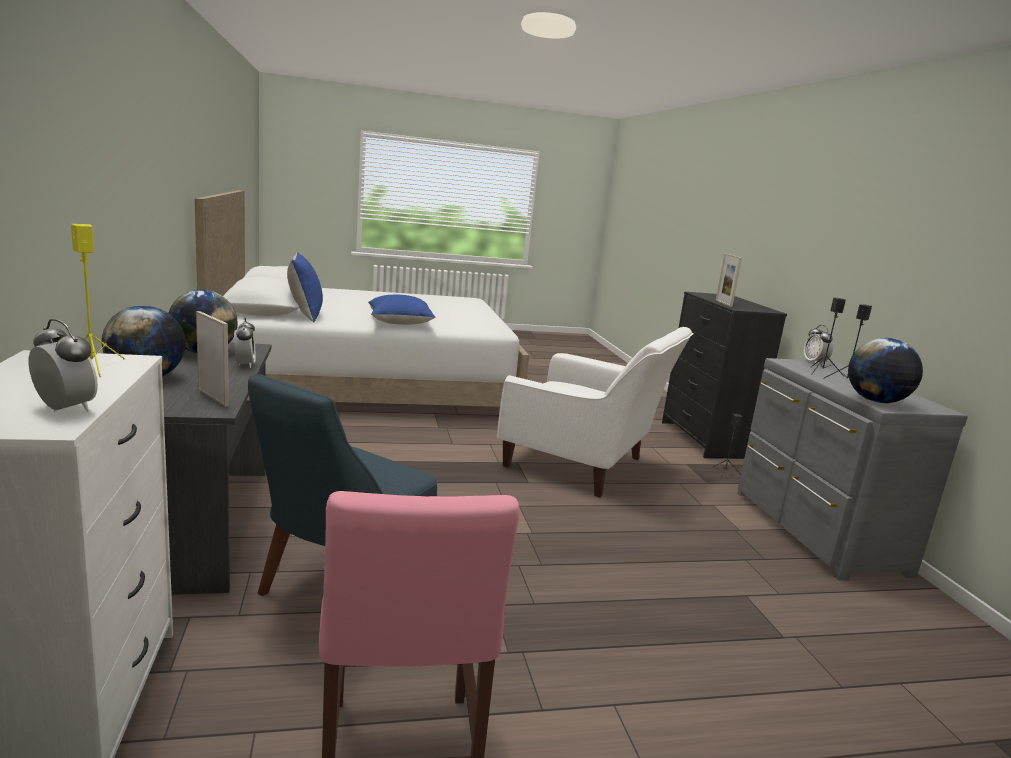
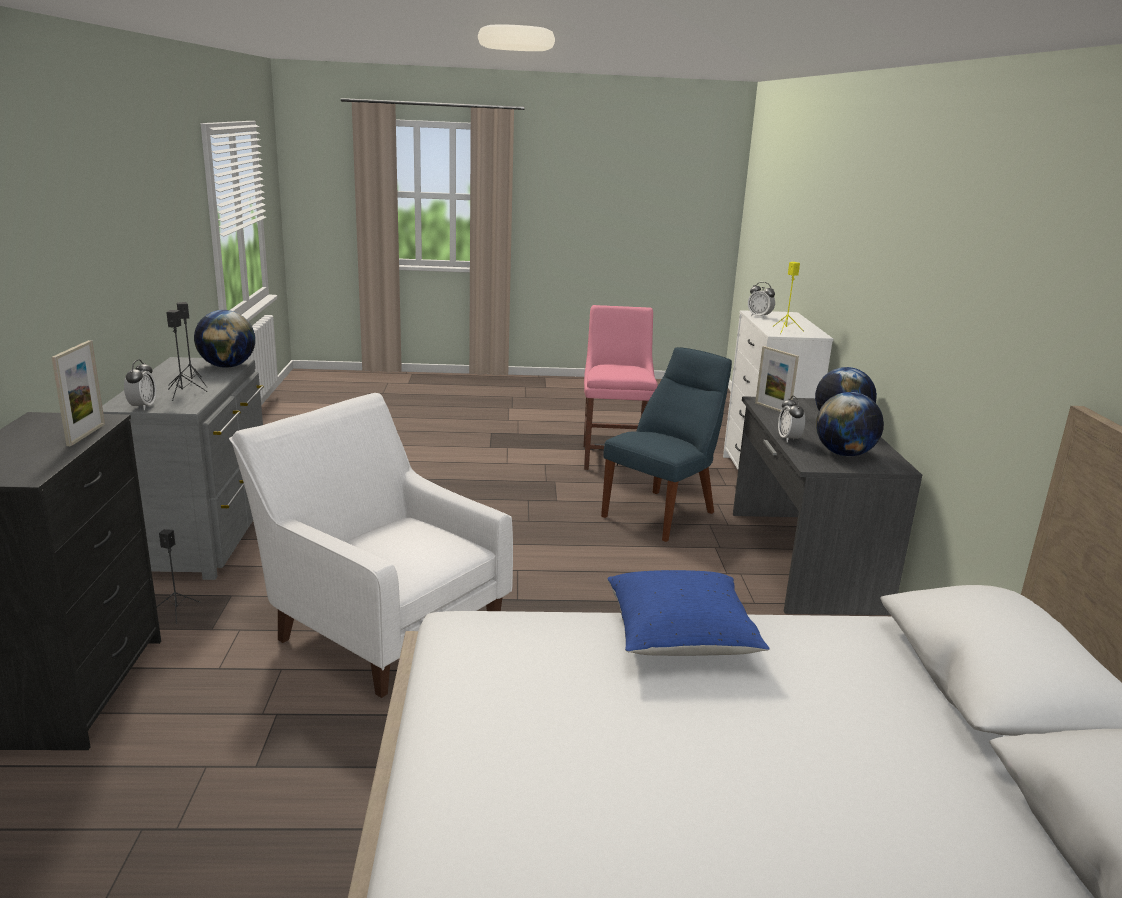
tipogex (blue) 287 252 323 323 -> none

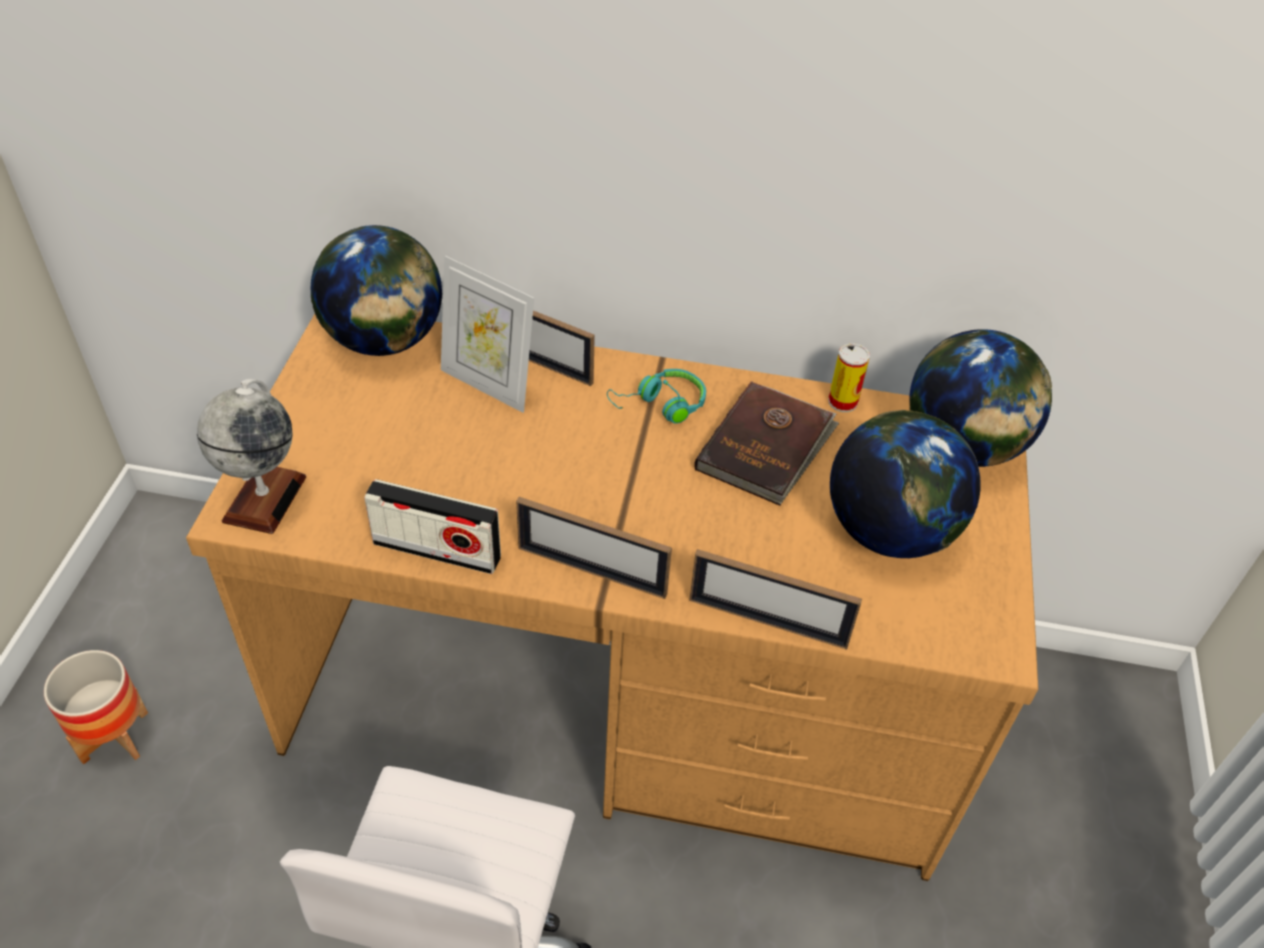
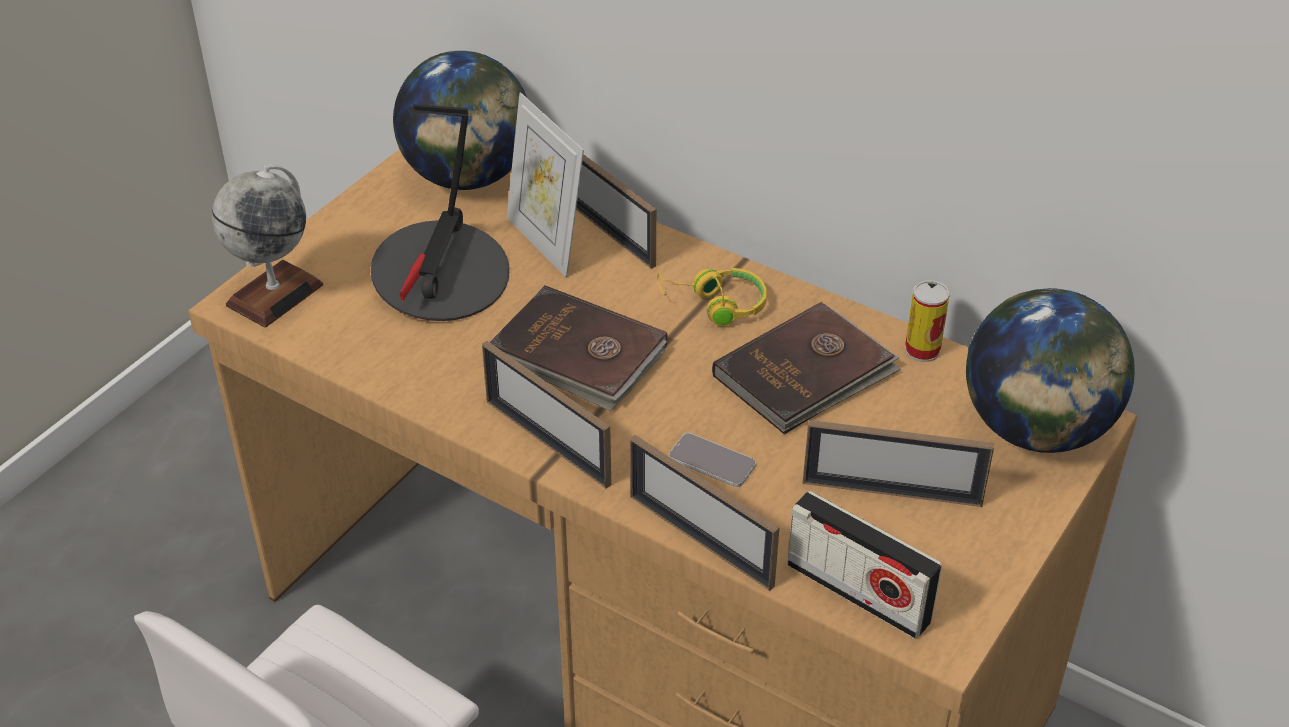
none -> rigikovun 371 104 509 321
none -> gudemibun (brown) 490 285 668 411
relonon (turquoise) 607 369 706 424 -> relonon (yellow) 657 268 767 326
none -> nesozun 669 433 756 487
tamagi 364 479 501 574 -> tamagi 787 491 942 639, moved
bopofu 830 410 981 558 -> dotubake 803 420 994 507
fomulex 44 650 148 764 -> none

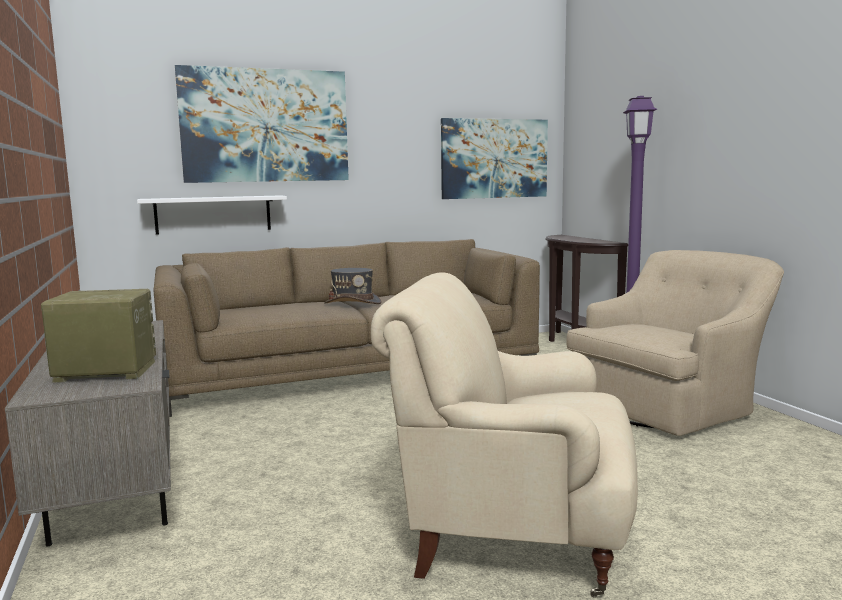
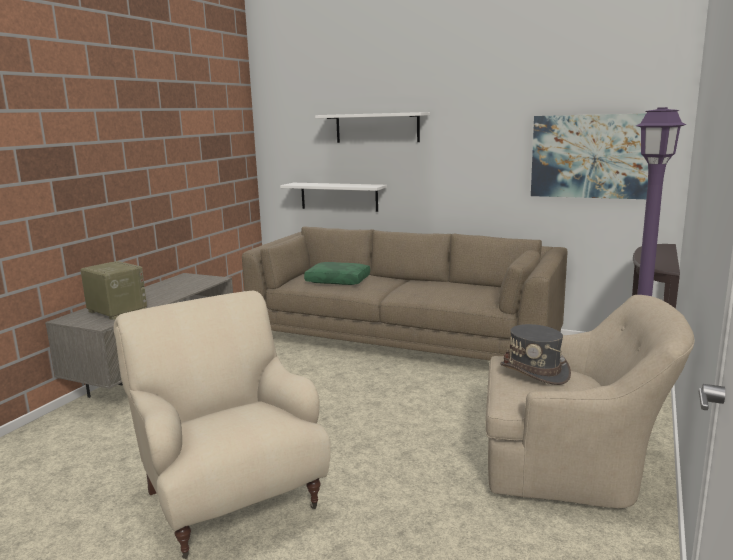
none -> tipogex (green) 304 262 370 285
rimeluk 175 65 349 183 -> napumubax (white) 315 112 430 143
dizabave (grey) 324 268 382 304 -> dizabave (grey) 500 324 571 385, moved

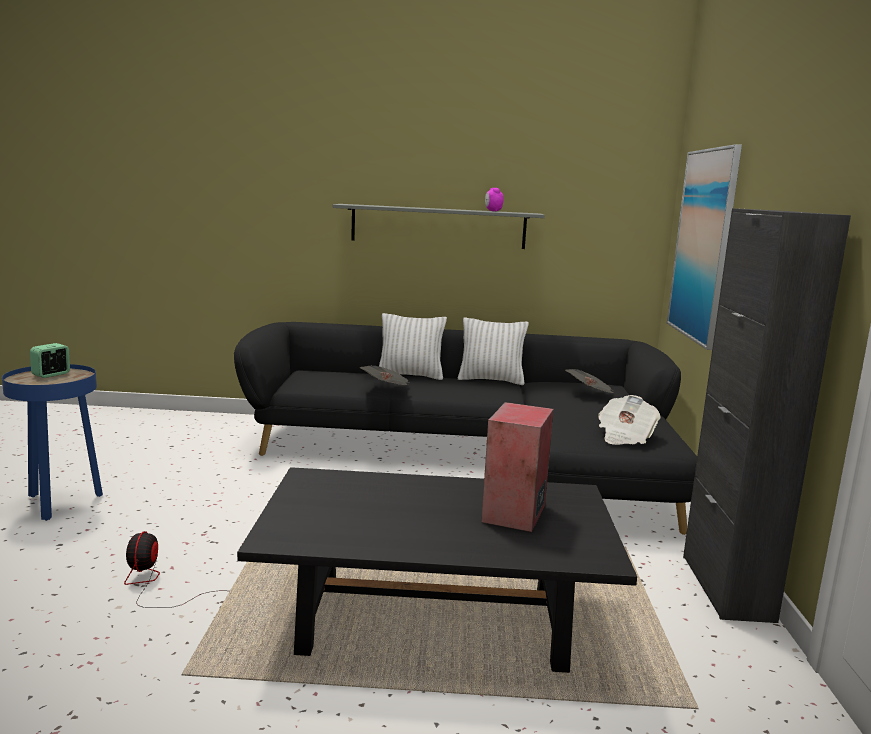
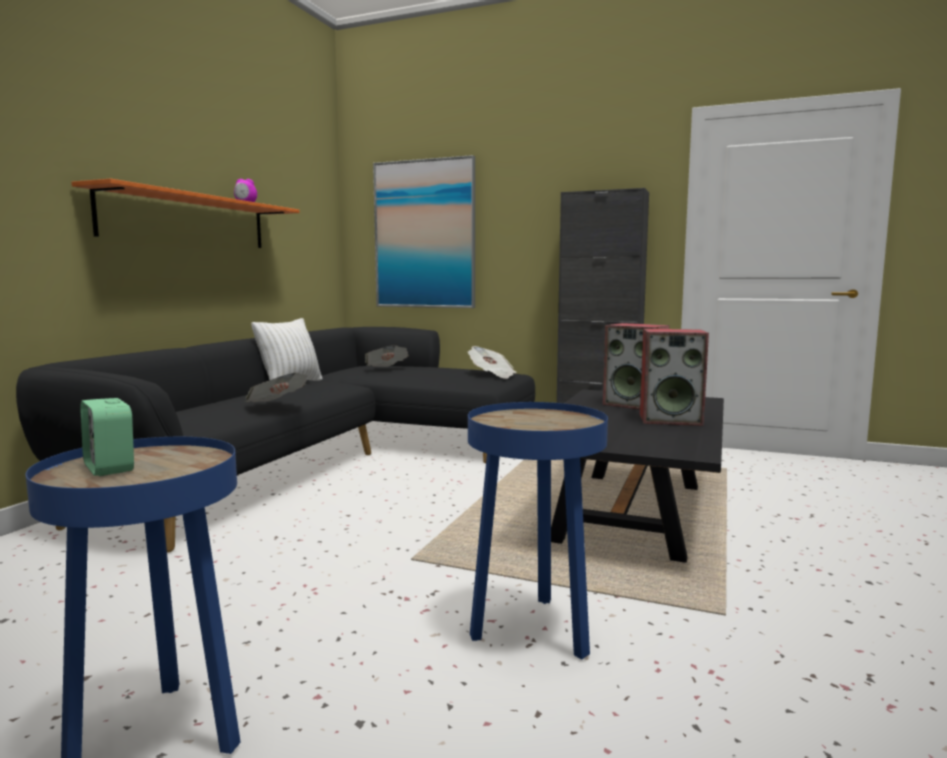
napumubax (grey) 333 204 545 249 -> napumubax (orange) 71 178 300 248
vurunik 124 531 220 608 -> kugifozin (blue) 468 402 608 659
none -> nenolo 640 329 709 426
tipogex (white) 379 313 447 380 -> none

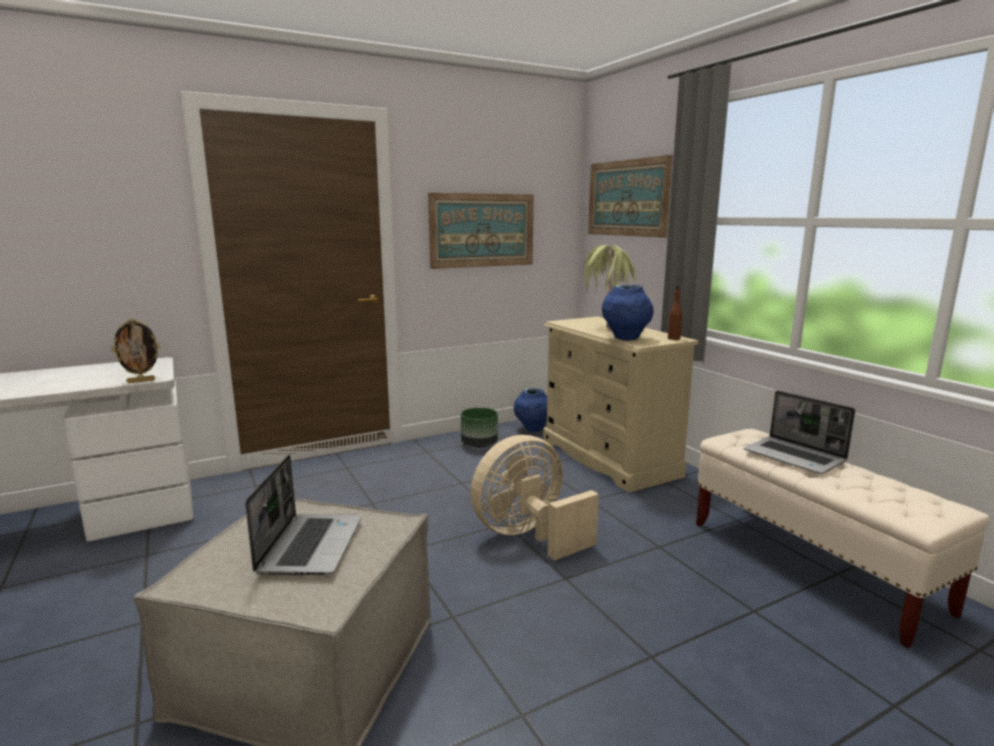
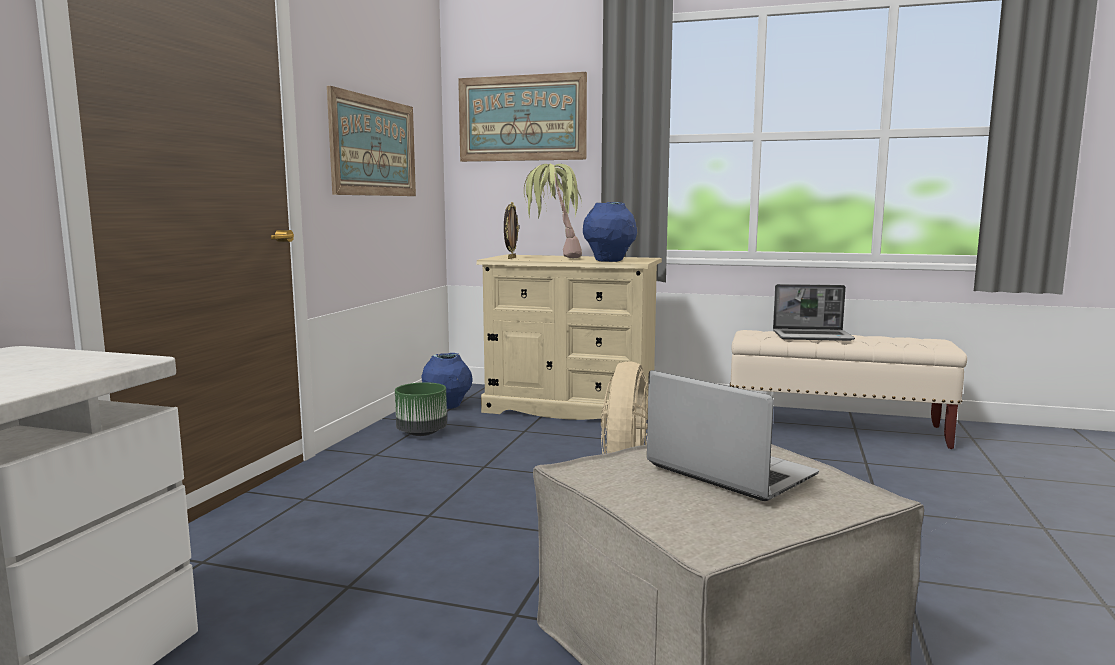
dotubake 111 318 161 383 -> dotubake 504 202 519 259, moved
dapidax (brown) 668 285 682 340 -> none

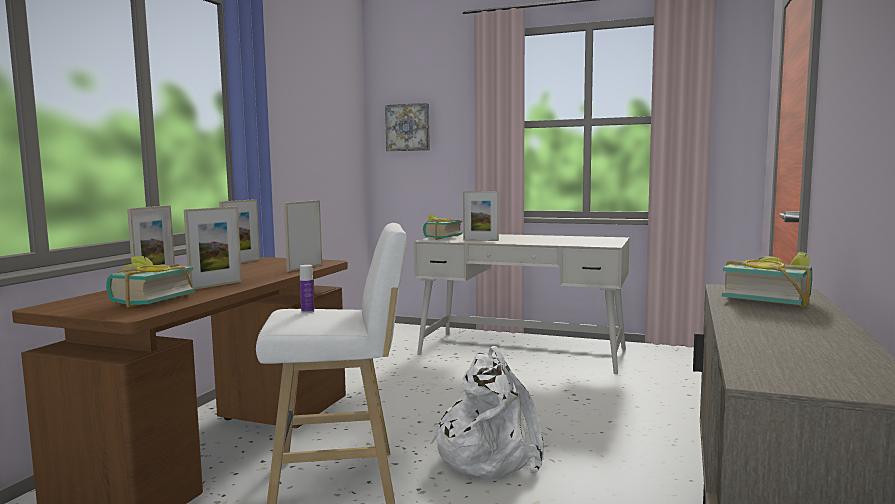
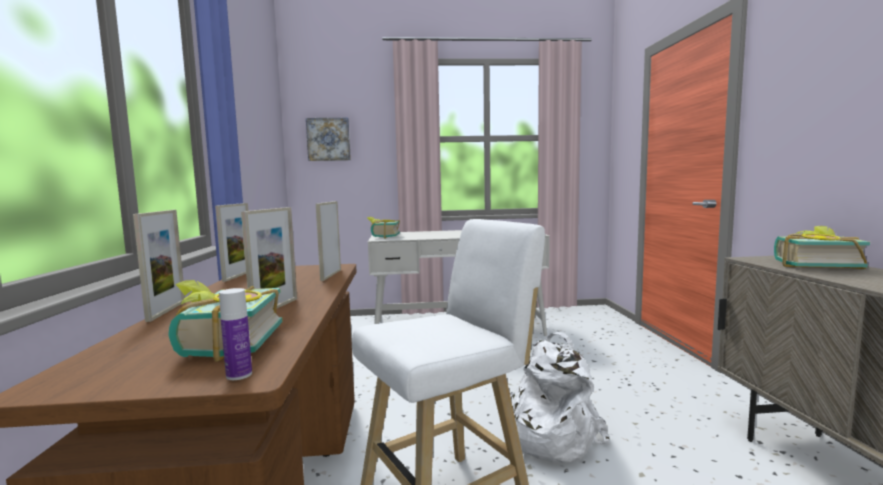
dapidax 300 265 314 313 -> dapidax 219 288 252 380, moved
dotubake 463 191 499 241 -> none

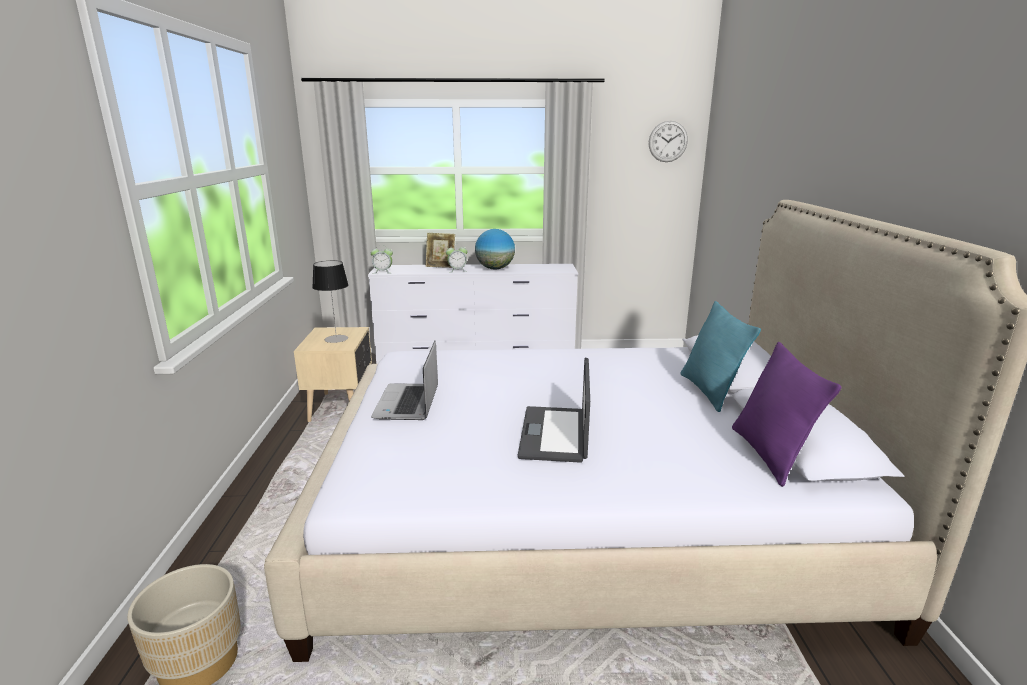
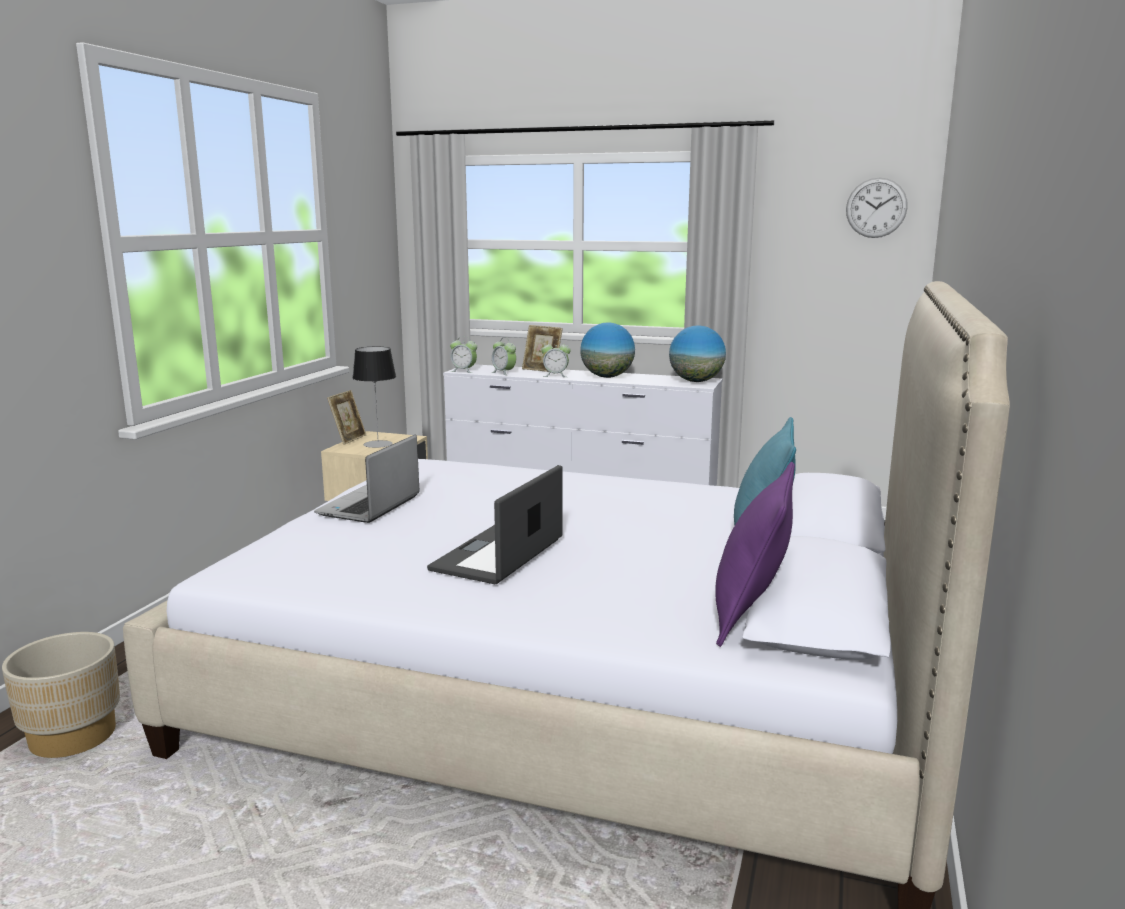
none -> dotubake 327 390 366 445
none -> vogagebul 492 338 516 375
none -> bopofu 669 325 726 382

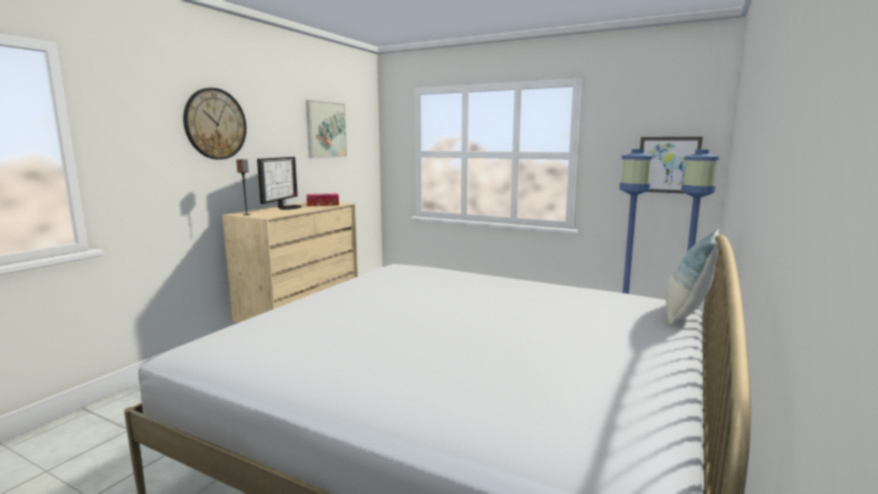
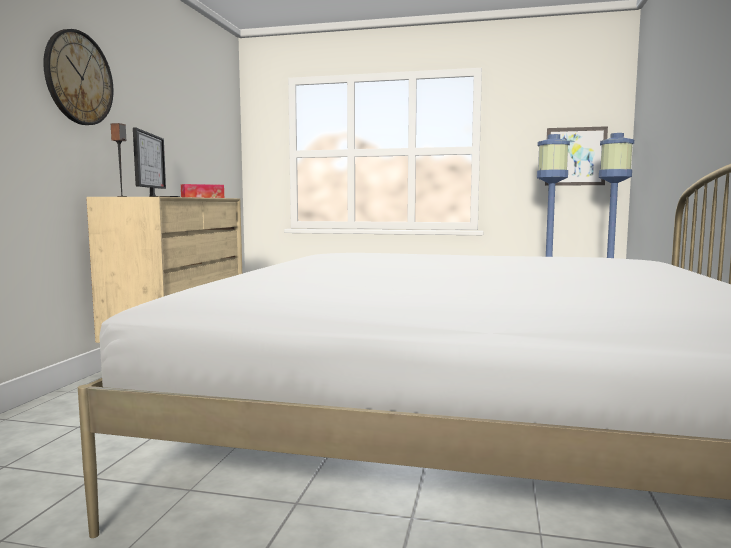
rimeluk 306 100 347 158 -> none
tipogex 666 229 719 325 -> none

